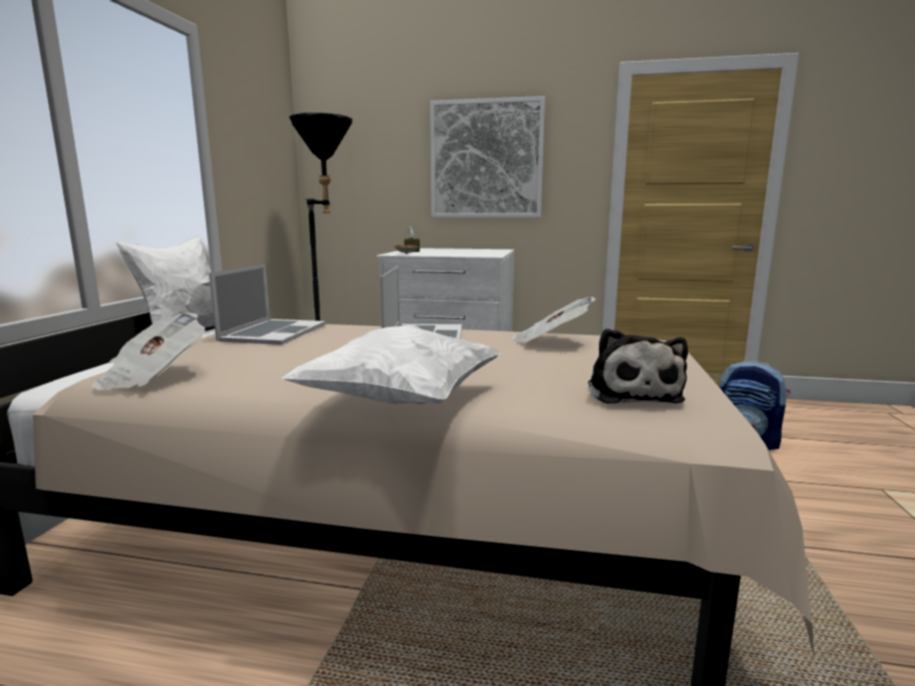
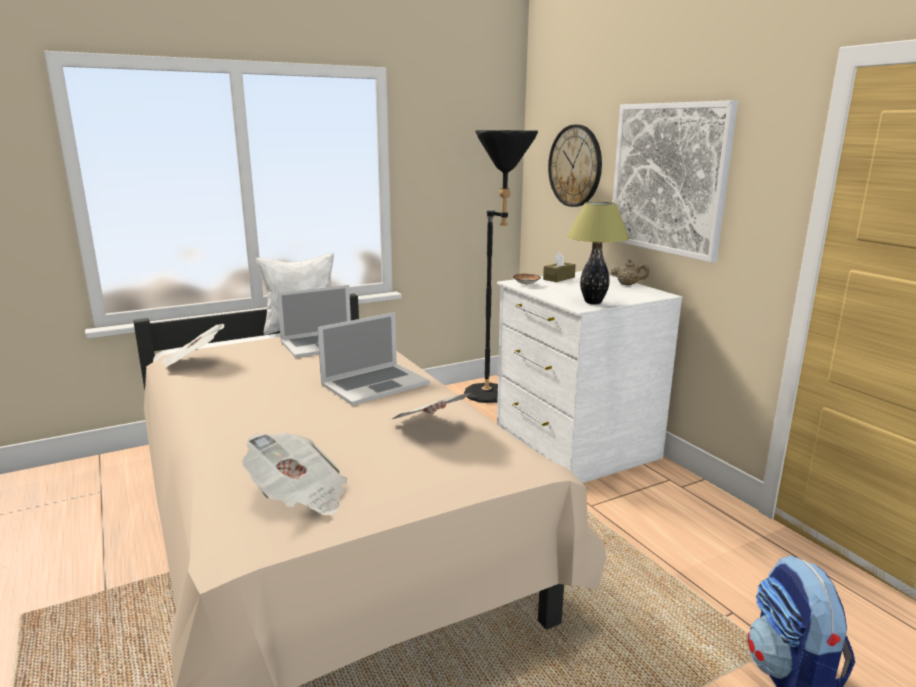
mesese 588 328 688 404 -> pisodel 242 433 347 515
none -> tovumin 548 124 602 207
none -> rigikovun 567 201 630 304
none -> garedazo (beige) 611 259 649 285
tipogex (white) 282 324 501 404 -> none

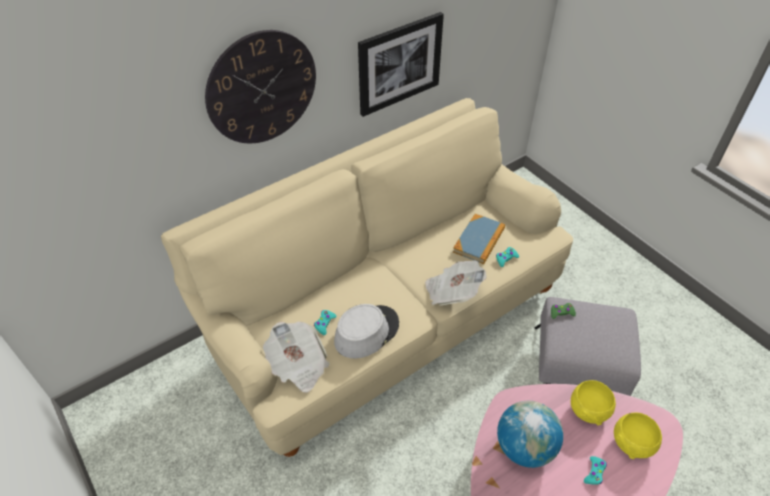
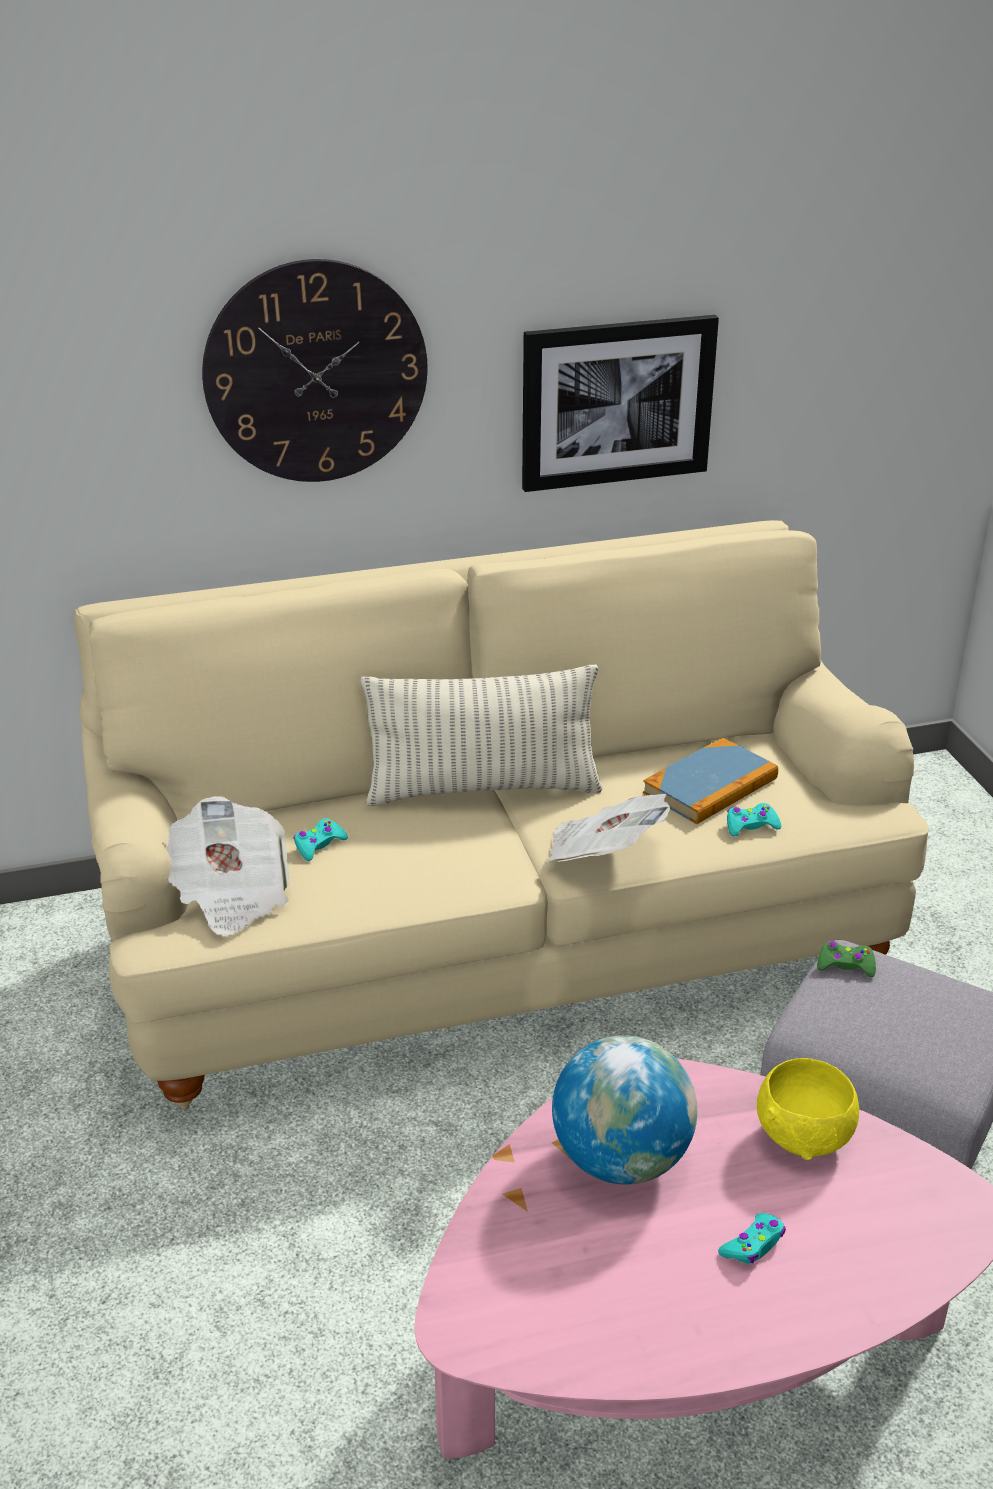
none -> tipogex 361 665 603 806
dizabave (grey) 334 304 399 358 -> none
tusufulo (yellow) 614 413 662 459 -> none

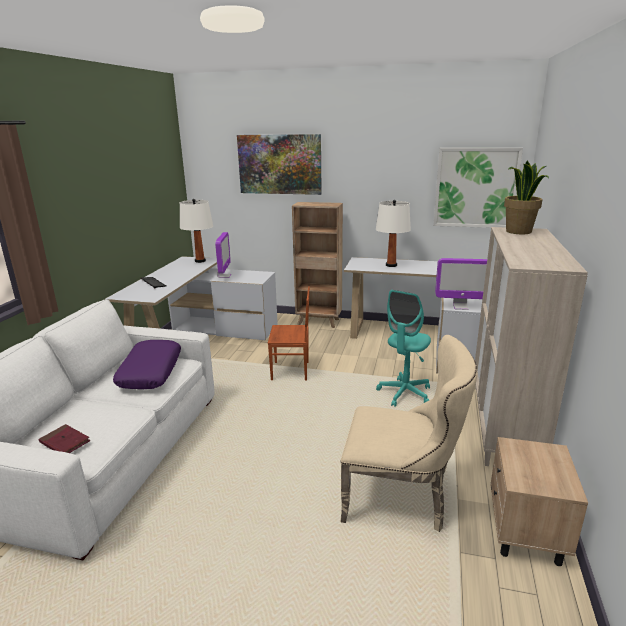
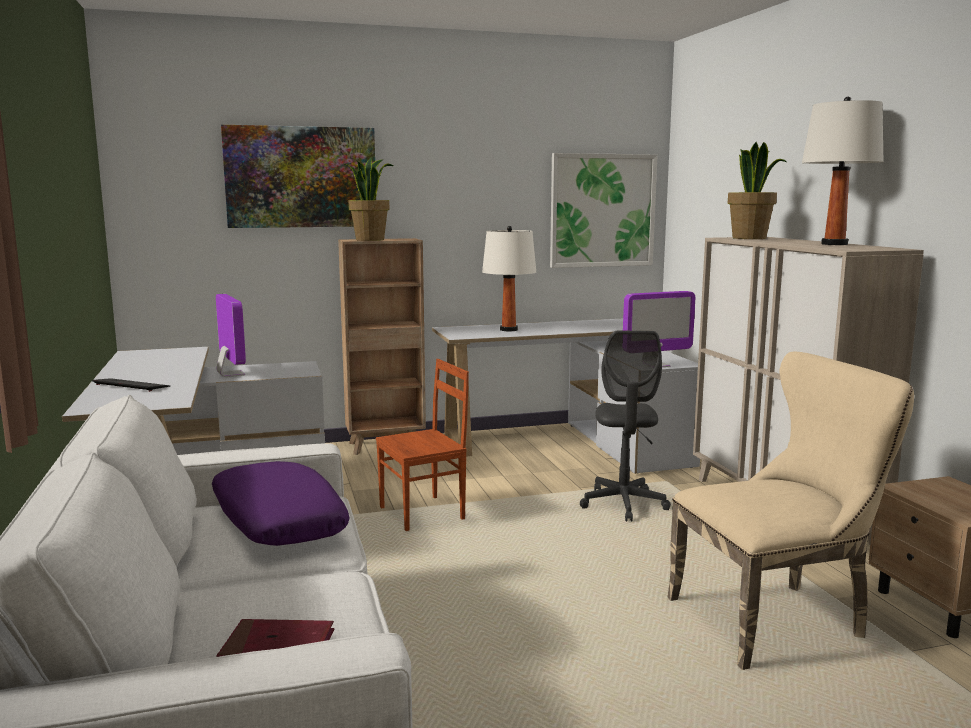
none -> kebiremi 343 157 393 241
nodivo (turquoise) 376 290 431 407 -> nodivo (grey) 580 331 671 522
rigikovun (white) 180 199 213 263 -> rigikovun (white) 802 97 884 245, moved

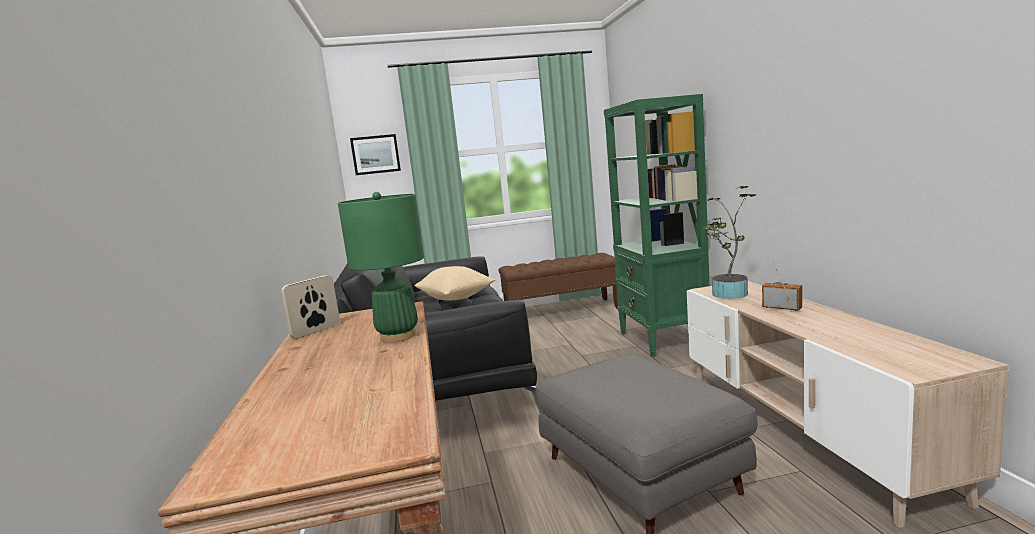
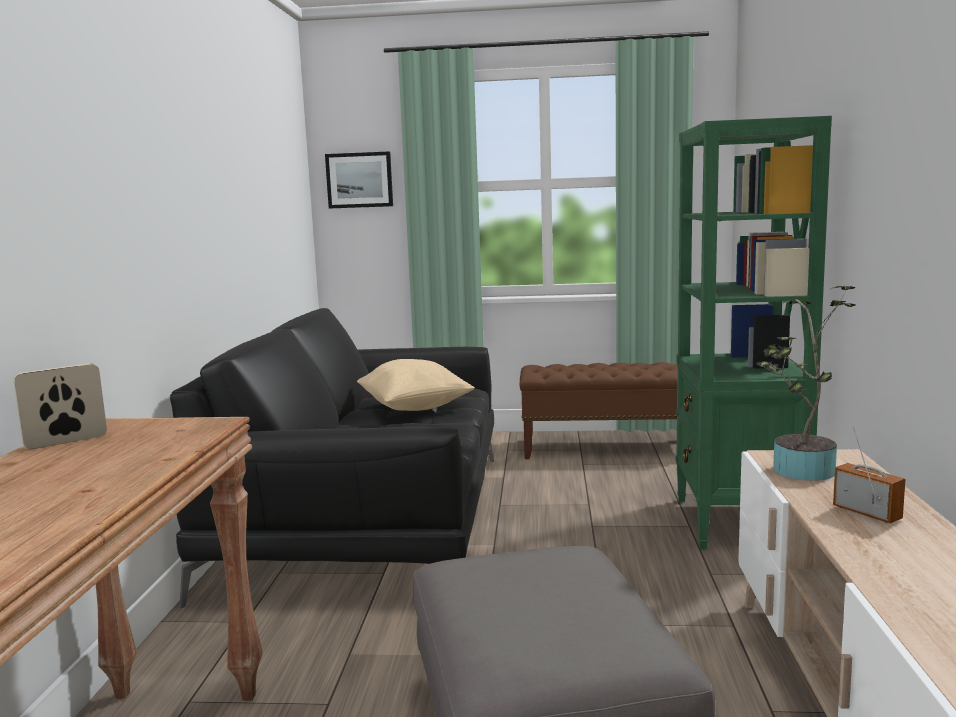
rigikovun (green) 338 192 424 343 -> none

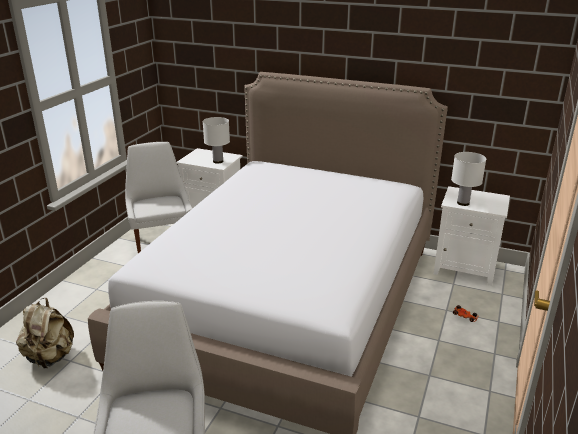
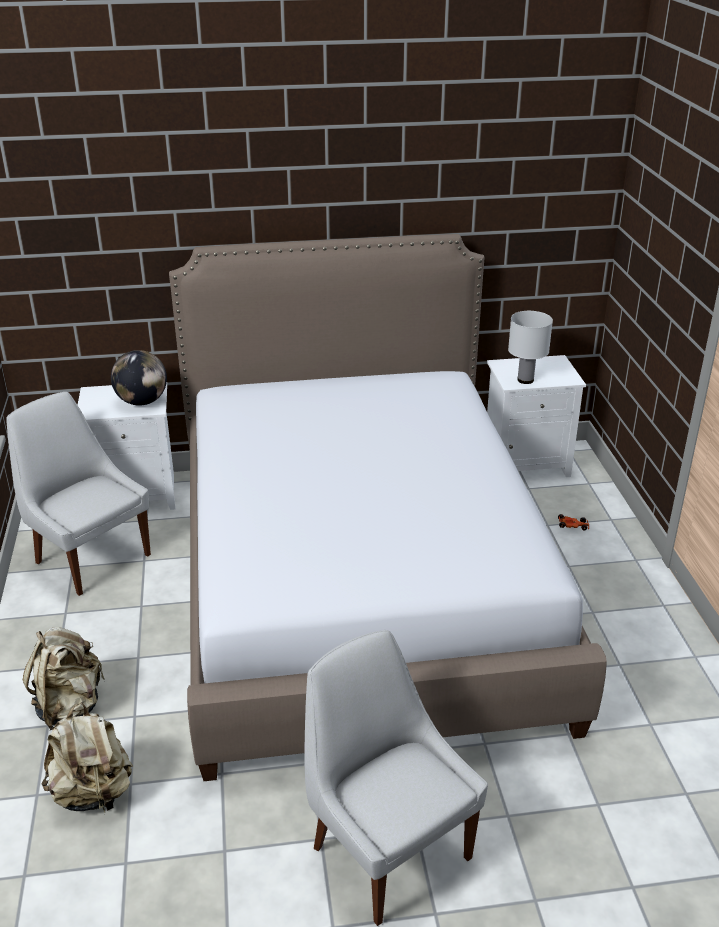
none -> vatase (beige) 23 627 105 730
rigikovun (white) 203 117 230 164 -> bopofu 111 350 167 406

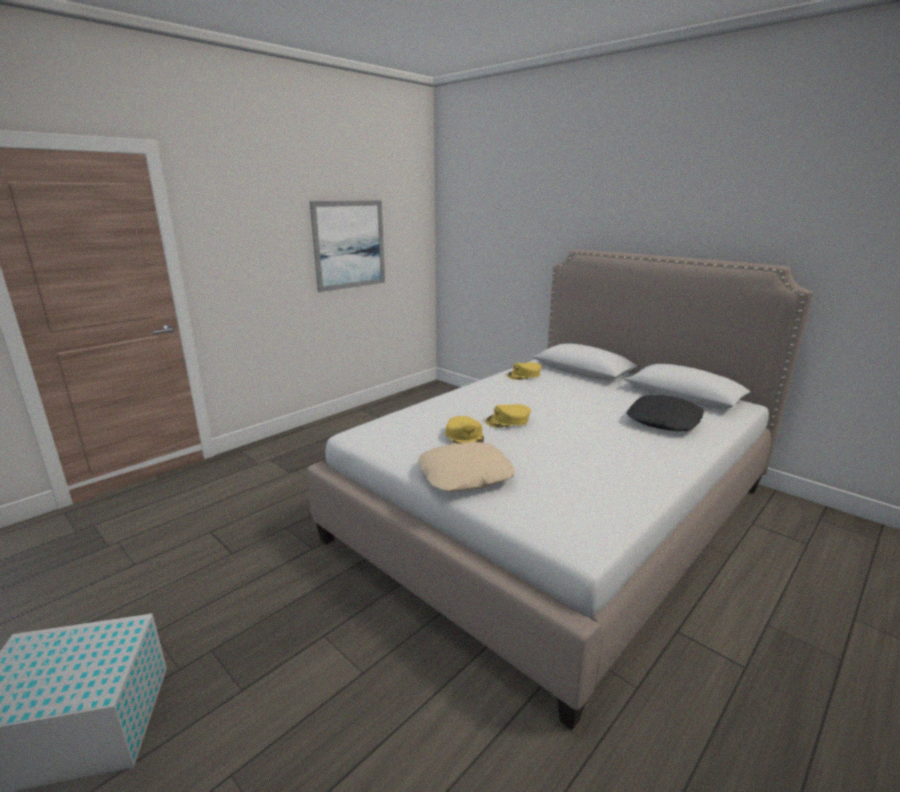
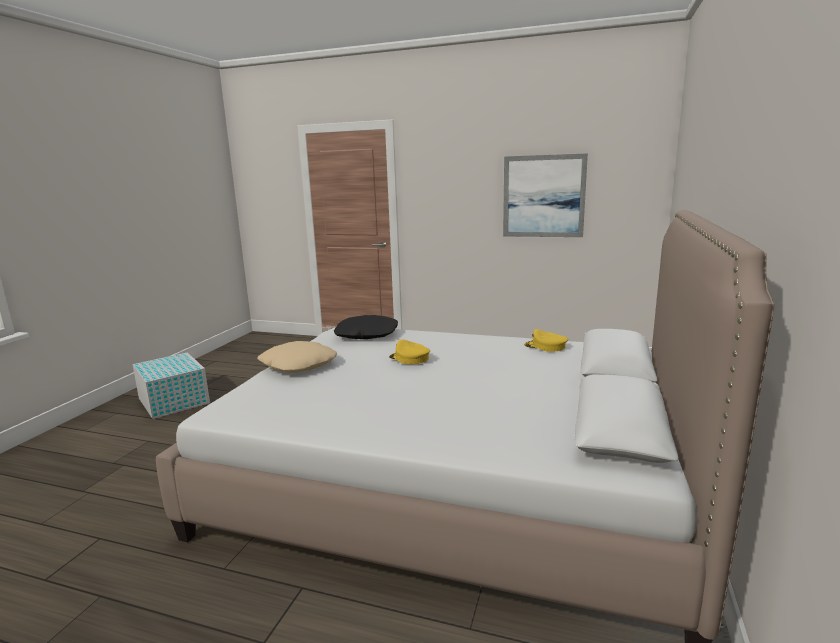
tipogex (black) 626 395 704 431 -> tipogex (black) 334 315 398 339, moved
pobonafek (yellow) 446 416 484 444 -> none

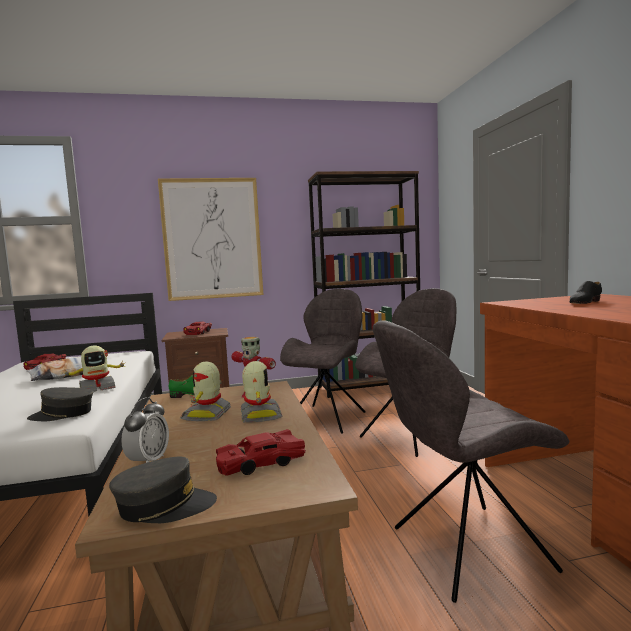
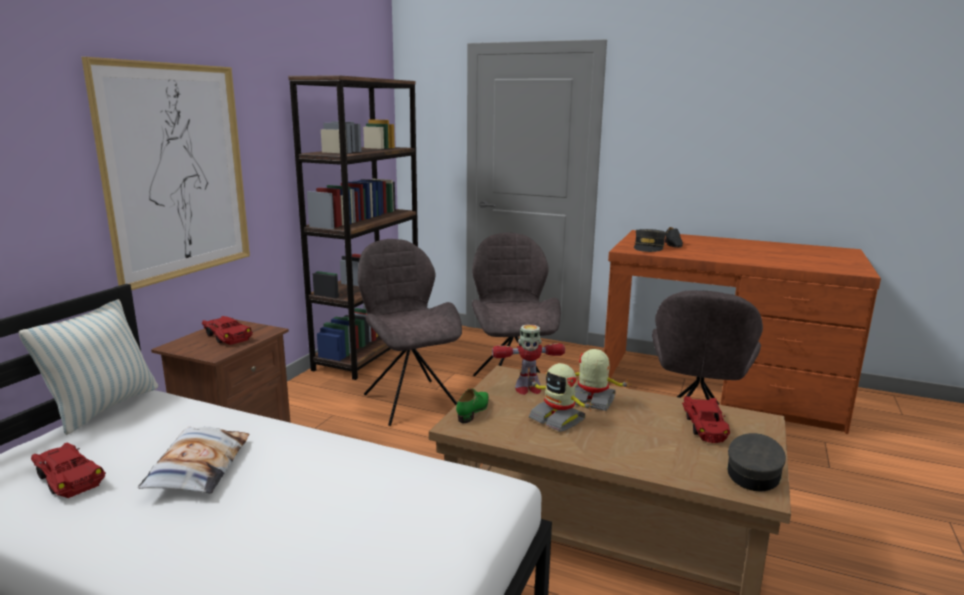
none -> tipogex 18 299 158 435
pobonafek (grey) 27 387 93 421 -> pobonafek (grey) 634 229 666 252, moved
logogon 63 346 126 392 -> none
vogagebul 121 397 169 463 -> none

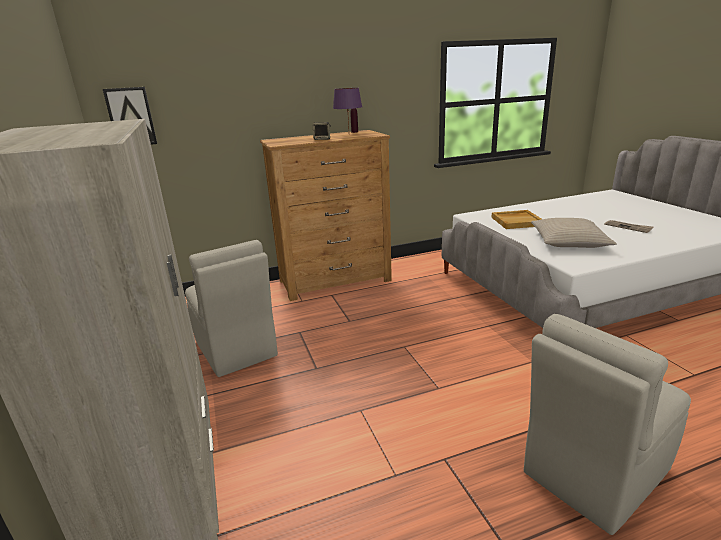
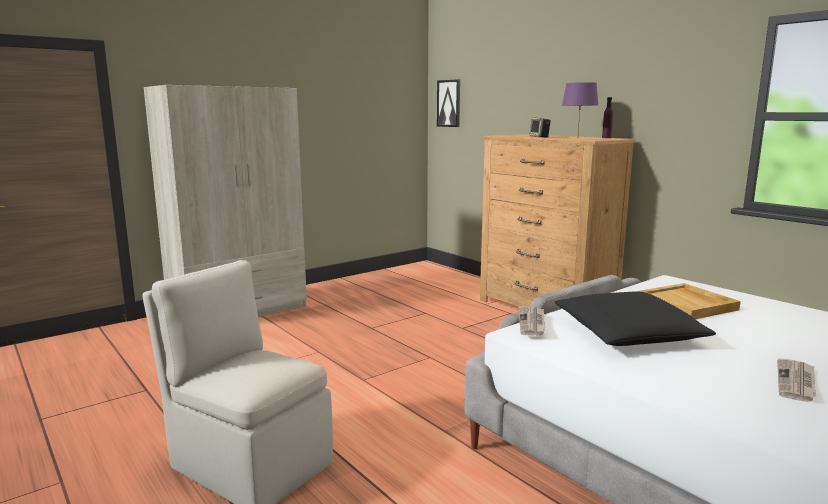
none -> pisodel 519 306 545 336
tipogex (beige) 531 218 617 248 -> tipogex (black) 555 292 716 346
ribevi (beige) 185 240 278 377 -> none

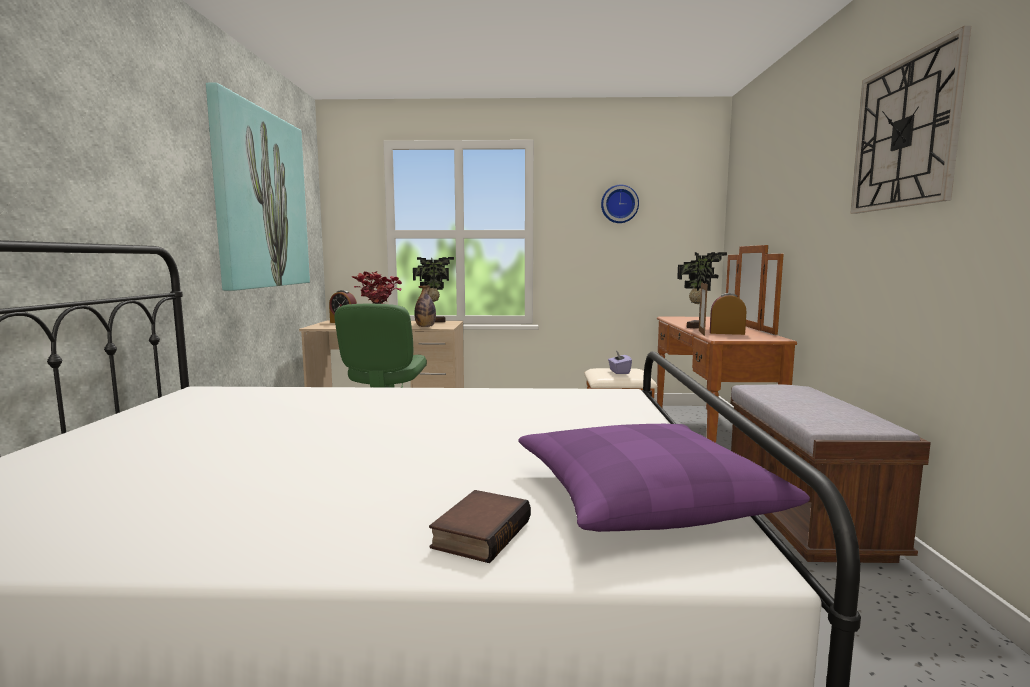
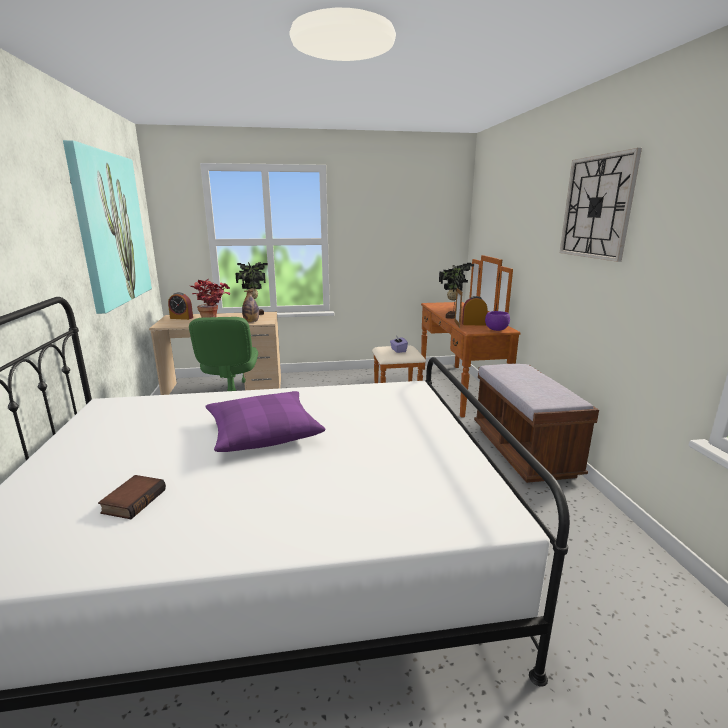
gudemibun 429 490 531 563 -> gudemibun 98 475 166 519, moved
tipogex (purple) 518 424 810 532 -> tipogex (purple) 205 391 325 452, moved
none -> tusufulo (purple) 485 311 510 331
tovumin 601 184 639 223 -> none

